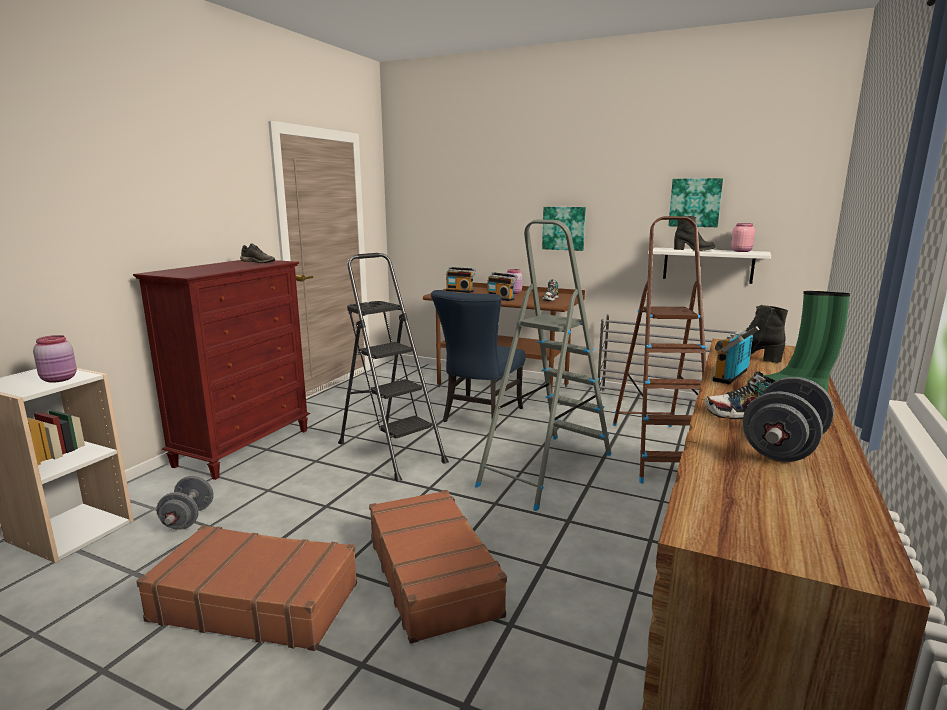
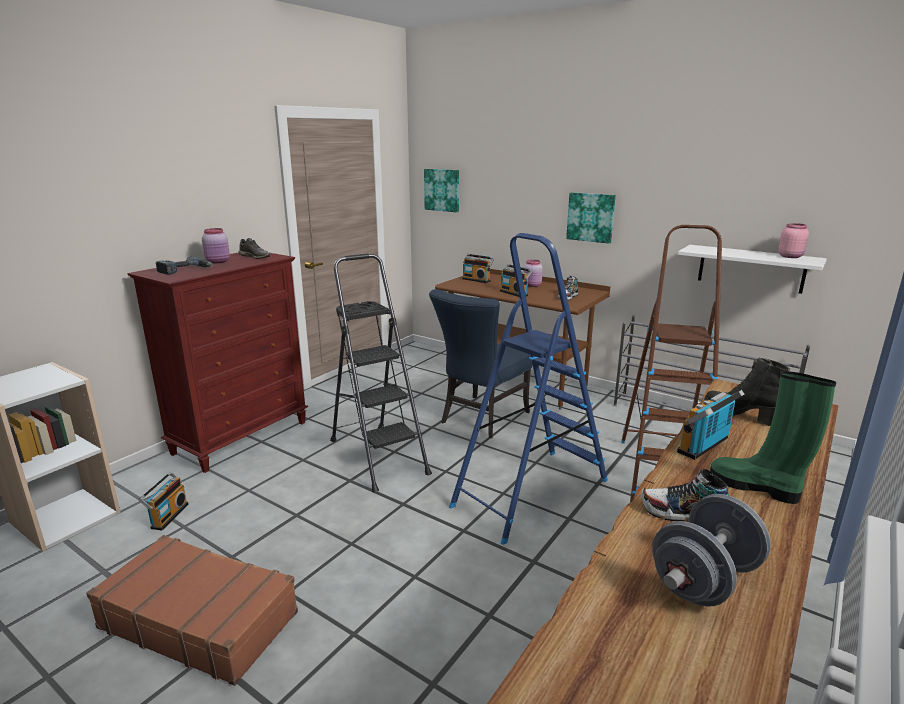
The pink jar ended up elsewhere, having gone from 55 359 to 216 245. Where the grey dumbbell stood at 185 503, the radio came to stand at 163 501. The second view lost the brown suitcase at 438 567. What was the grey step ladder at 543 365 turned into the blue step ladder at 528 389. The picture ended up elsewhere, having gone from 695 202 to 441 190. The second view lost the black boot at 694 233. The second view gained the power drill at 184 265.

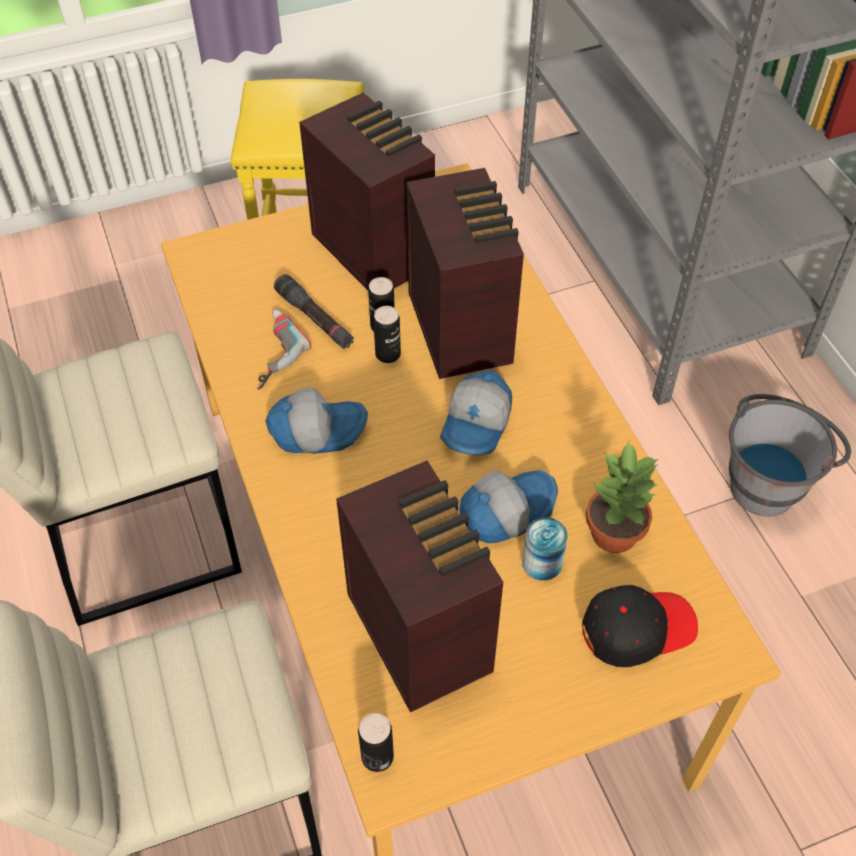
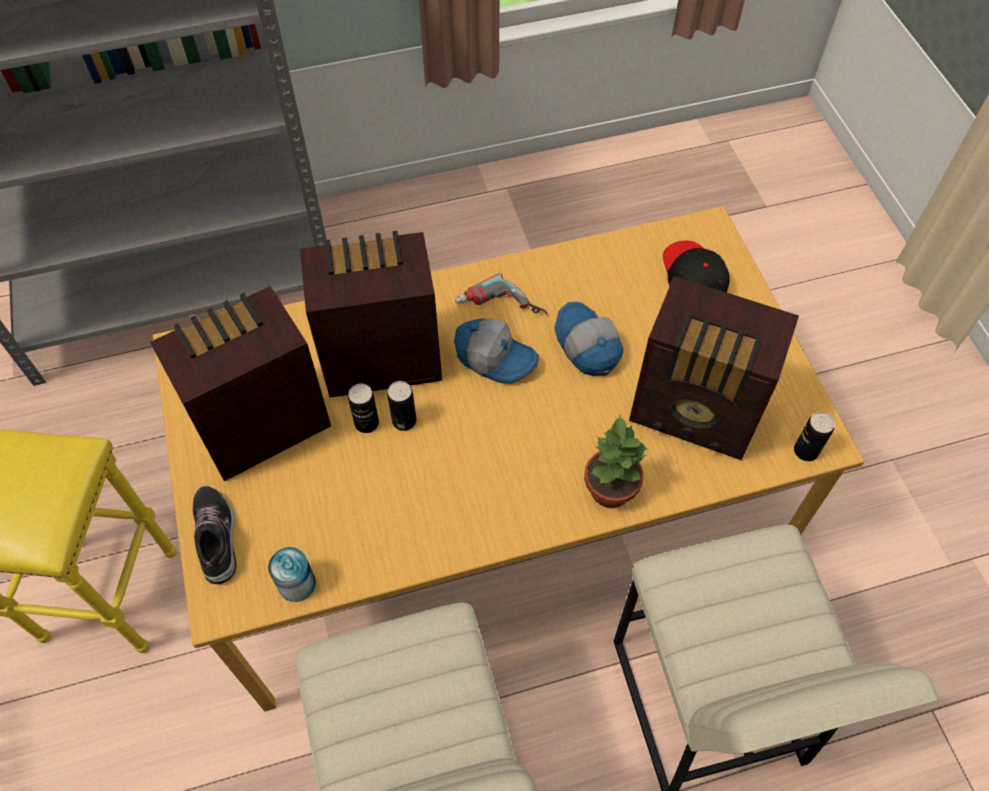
The power drill ended up elsewhere, having gone from 284 349 to 501 293. The second view lost the cap at 316 421. The second view lost the black flashlight at 314 311. The radio at 420 586 ended up facing another way, 135 degrees counterclockwise from before. The can ended up elsewhere, having gone from 545 549 to 292 574. The potted plant ended up elsewhere, having gone from 622 496 to 616 461. The second view lost the grey bucket at 790 455. The second view gained the shoe at 215 535.

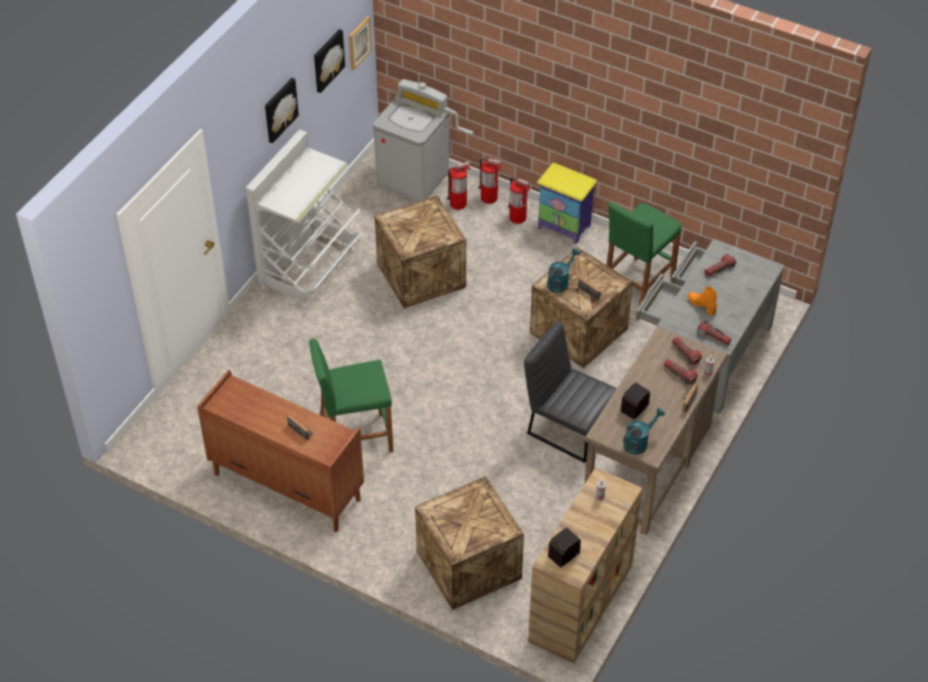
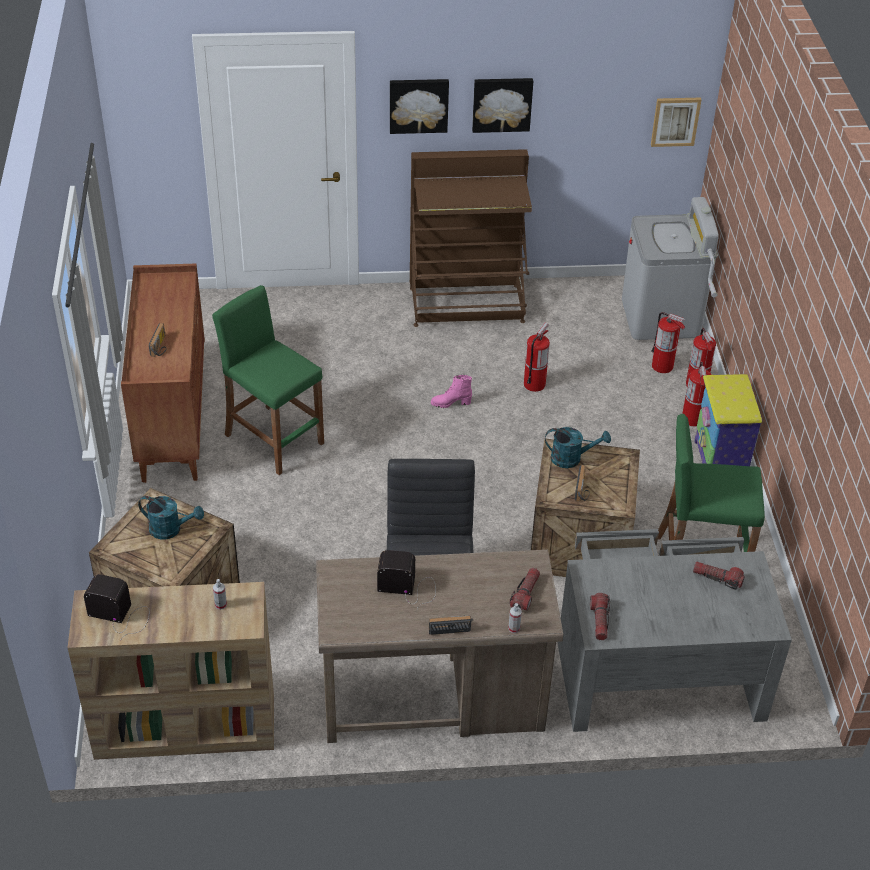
What was the white shoe rack at 303 218 turned into the brown shoe rack at 471 238. The picture ended up elsewhere, having gone from 329 61 to 419 106. Where the crate stood at 420 251, the fire extinguisher came to stand at 537 357. The turquoise watering can ended up elsewhere, having gone from 644 431 to 171 518. The second view lost the flashlight at 681 372. The second view lost the orange boot at 702 301. The second view gained the pink boot at 451 391.

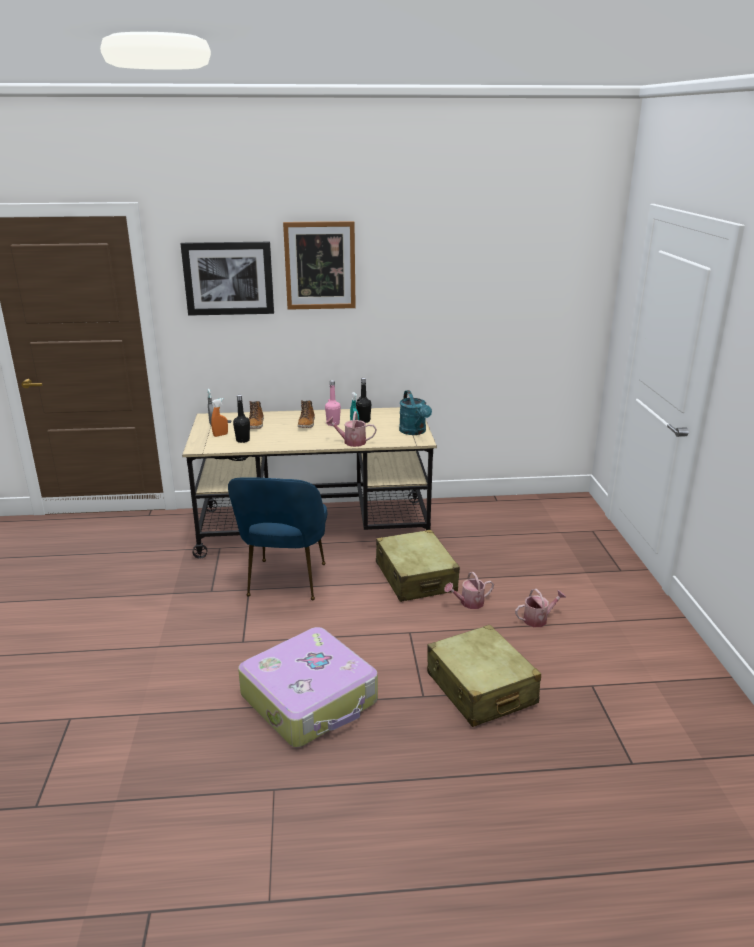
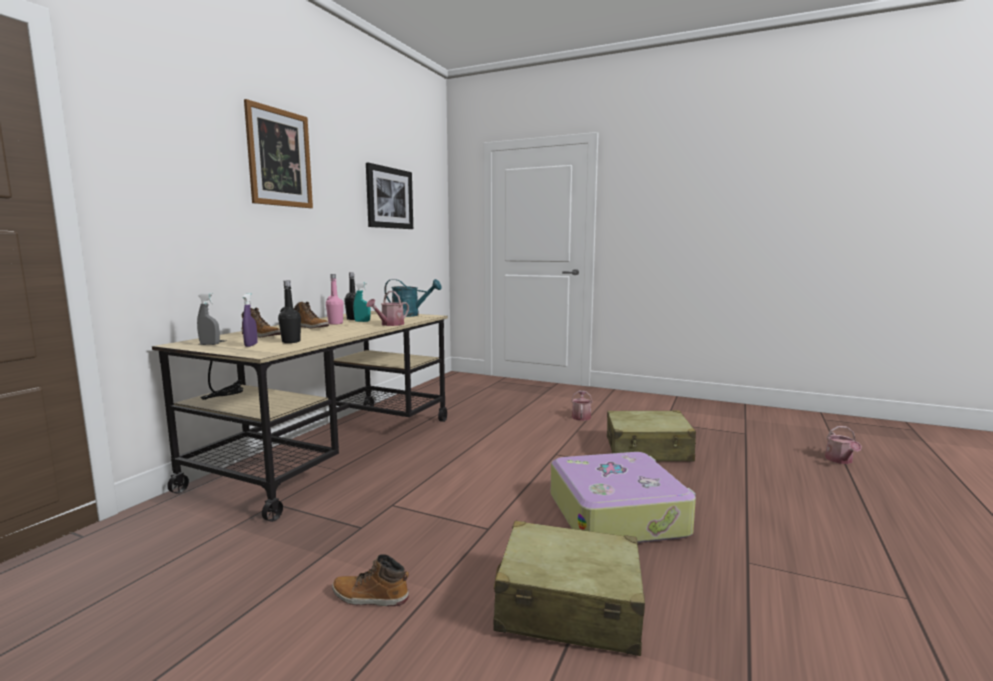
The picture ended up elsewhere, having gone from 227 279 to 389 196. What was the orange spray bottle at 219 417 turned into the purple spray bottle at 250 320. The second view lost the blue chair at 277 538. The beige suitcase ended up elsewhere, having gone from 418 566 to 569 588. The watering can ended up elsewhere, having gone from 469 590 to 843 445. The second view gained the boot at 370 580.

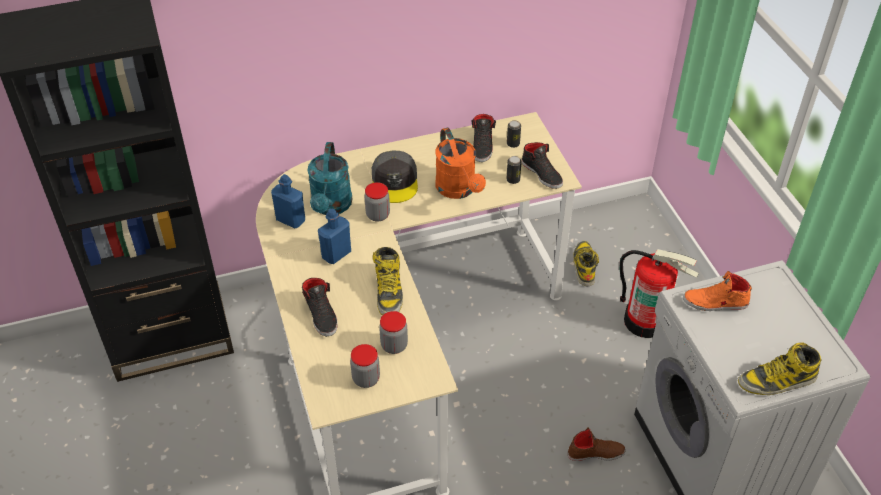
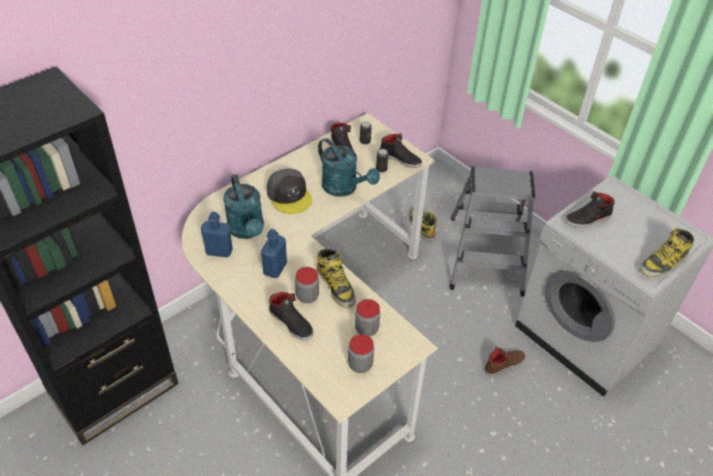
The jar ended up elsewhere, having gone from 377 201 to 307 285. What was the orange watering can at 460 163 turned into the turquoise watering can at 349 167. Where the fire extinguisher stood at 659 293, the grey step ladder came to stand at 492 231. What was the orange shoe at 717 291 turned into the black shoe at 590 209.

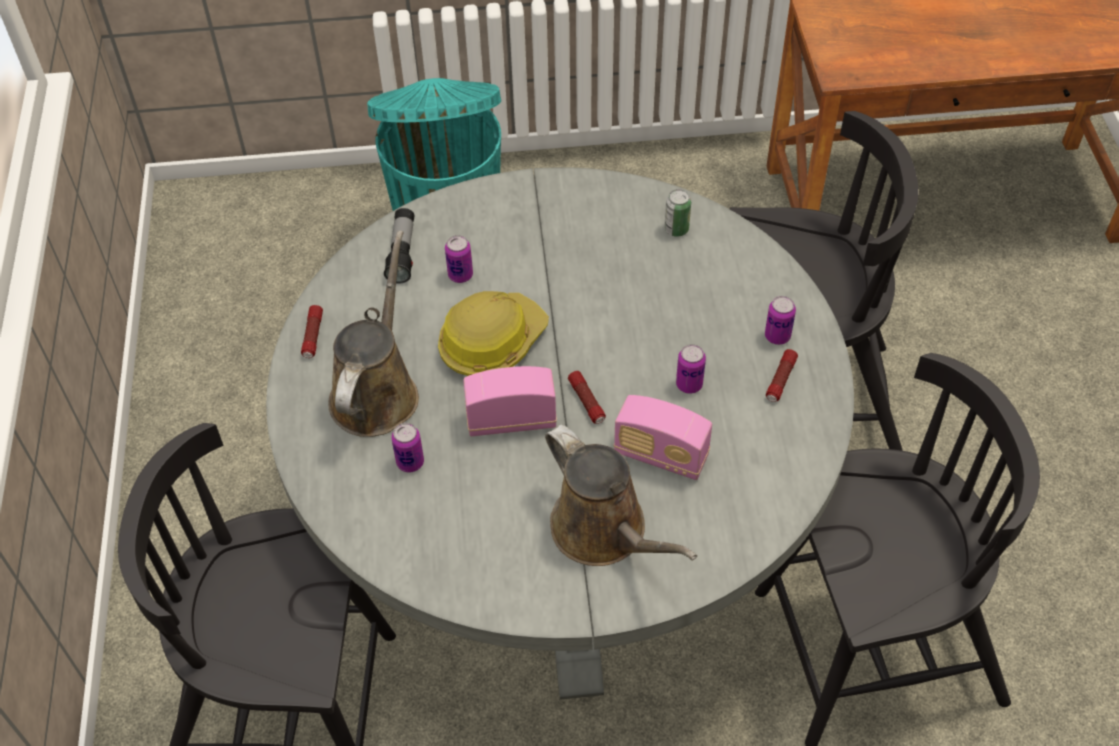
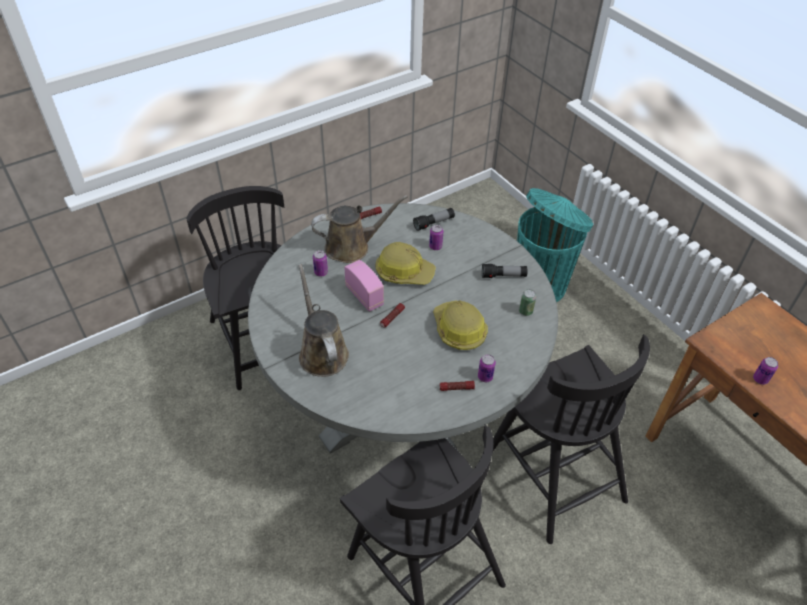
The brown watering can at 621 495 ended up facing another way, 135 degrees clockwise from before. The second view lost the radio at 663 437. The can ended up elsewhere, having gone from 691 369 to 765 371. The second view gained the hard hat at 460 325. The second view gained the flashlight at 504 271.

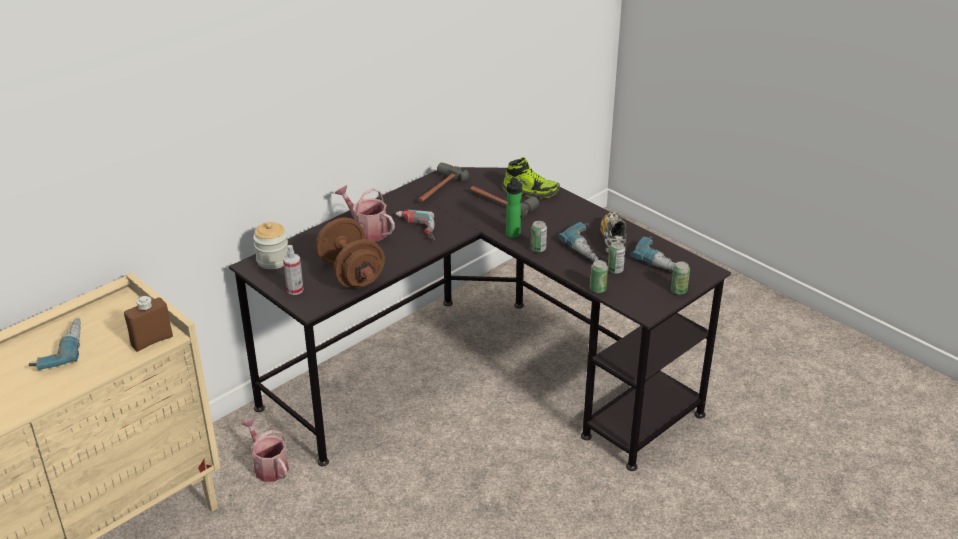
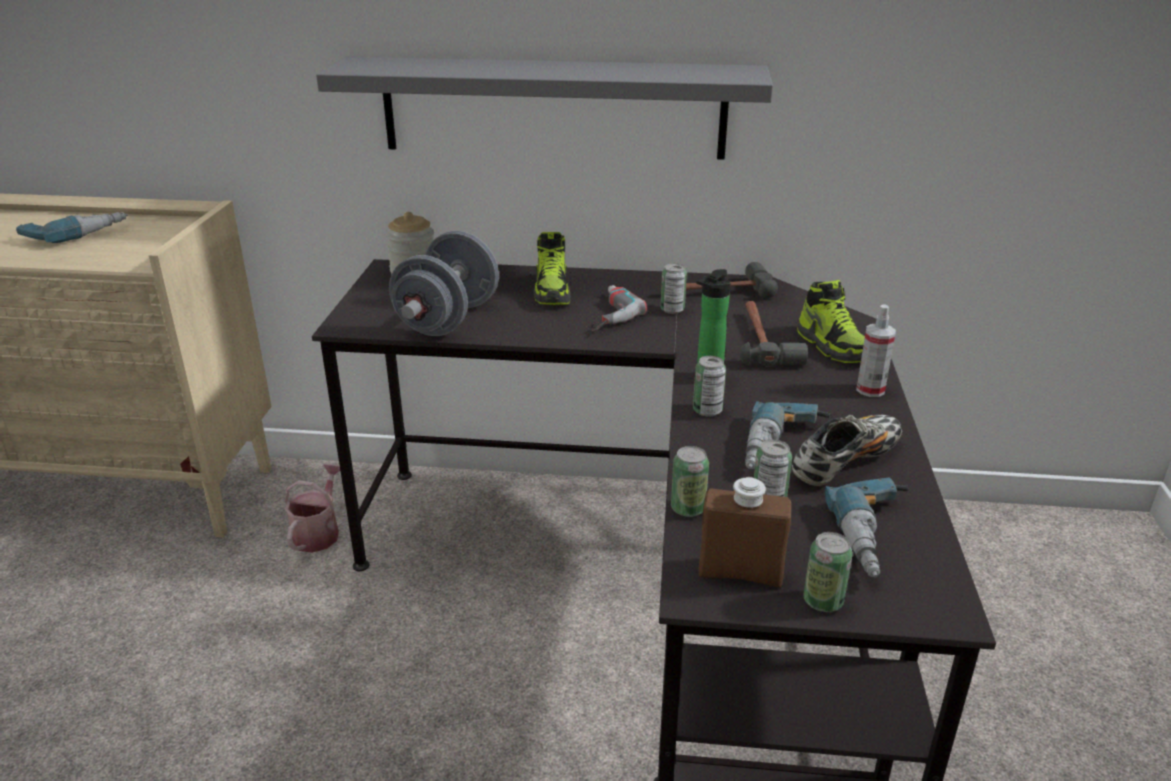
The brown bottle ended up elsewhere, having gone from 148 324 to 744 532. The spray bottle ended up elsewhere, having gone from 293 270 to 876 350. What was the brown dumbbell at 350 253 turned into the grey dumbbell at 444 283. Where the watering can stood at 365 213, the shoe came to stand at 552 268. The second view gained the grey shelf at 544 108. The second view gained the can at 673 288.

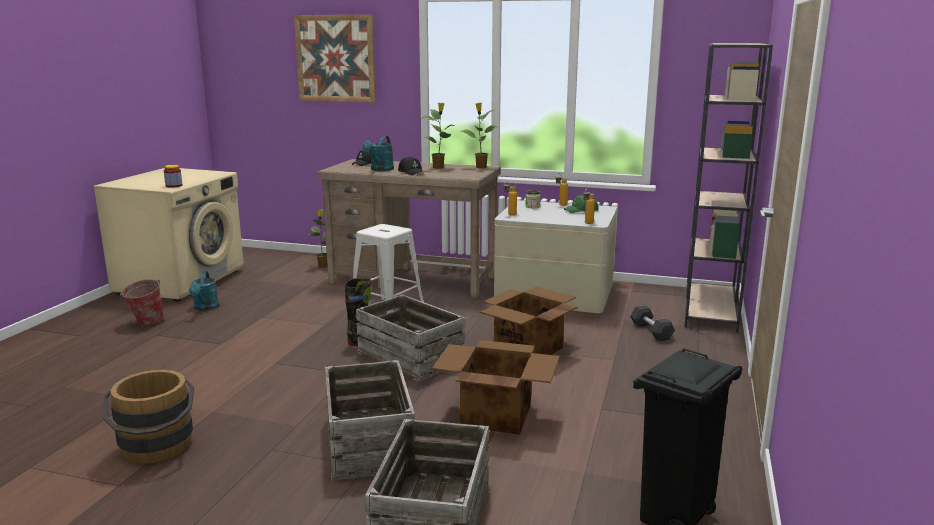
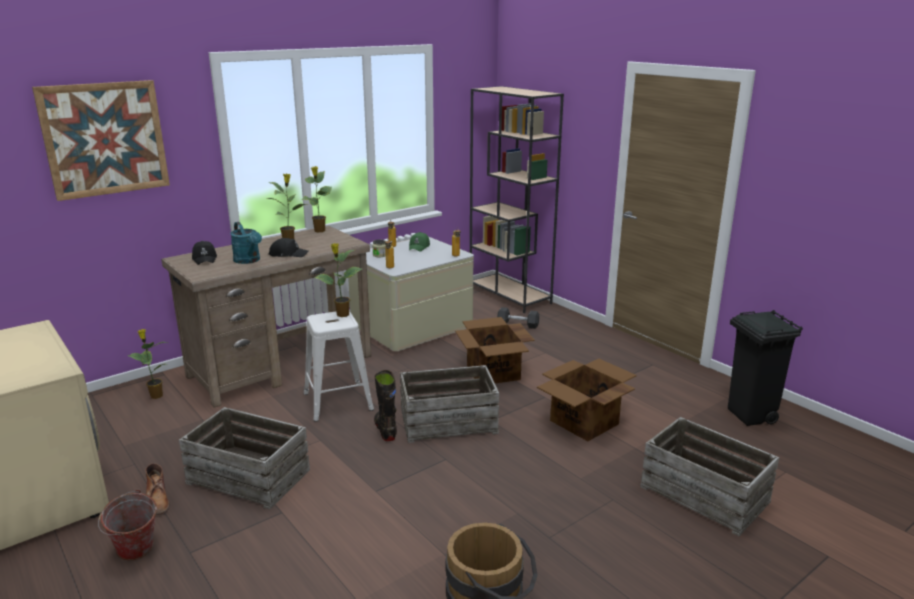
The second view lost the jar at 173 176. Where the turquoise watering can stood at 204 291, the brown boot came to stand at 158 489. The crate ended up elsewhere, having gone from 370 420 to 244 458. The second view gained the potted plant at 338 280.

